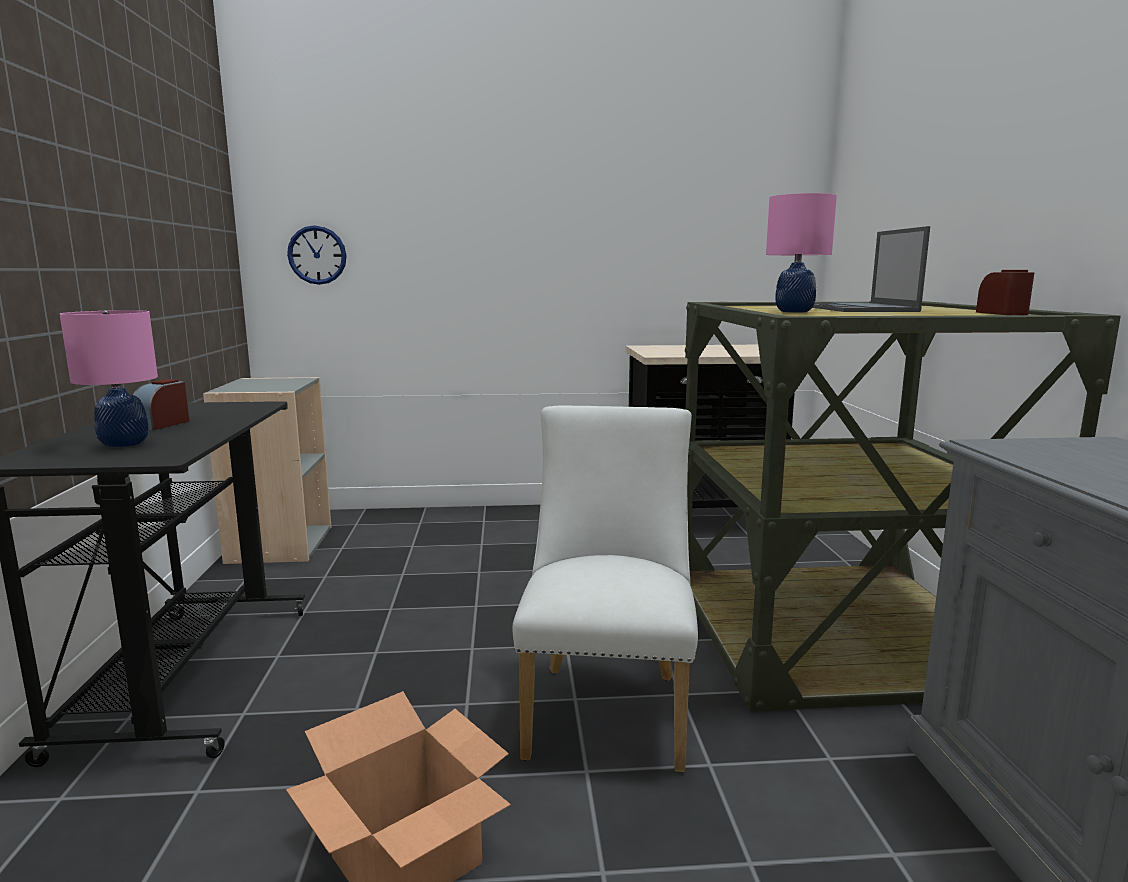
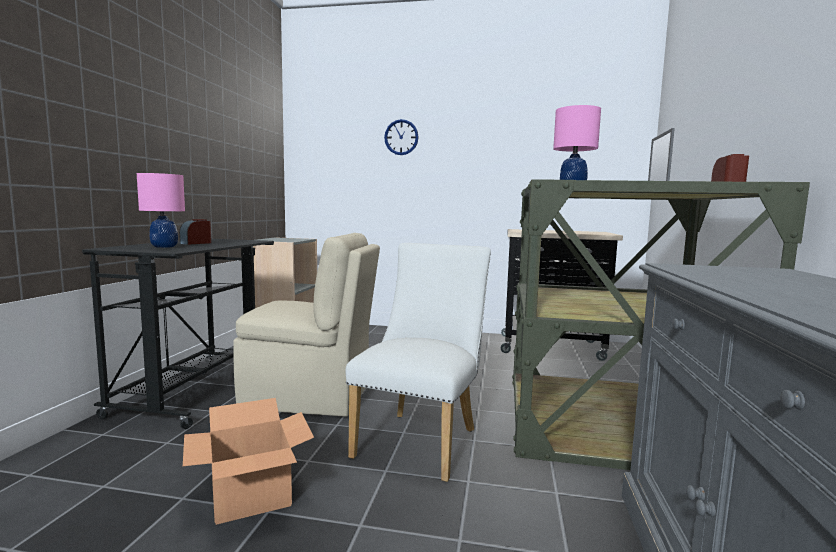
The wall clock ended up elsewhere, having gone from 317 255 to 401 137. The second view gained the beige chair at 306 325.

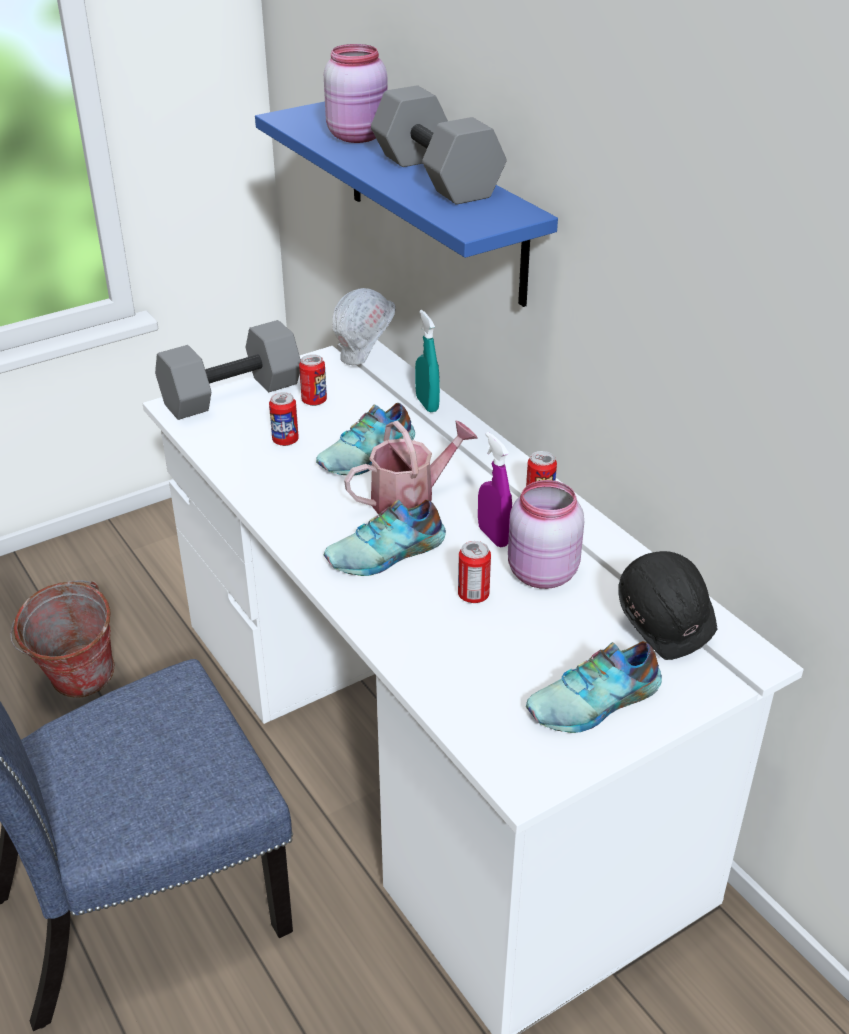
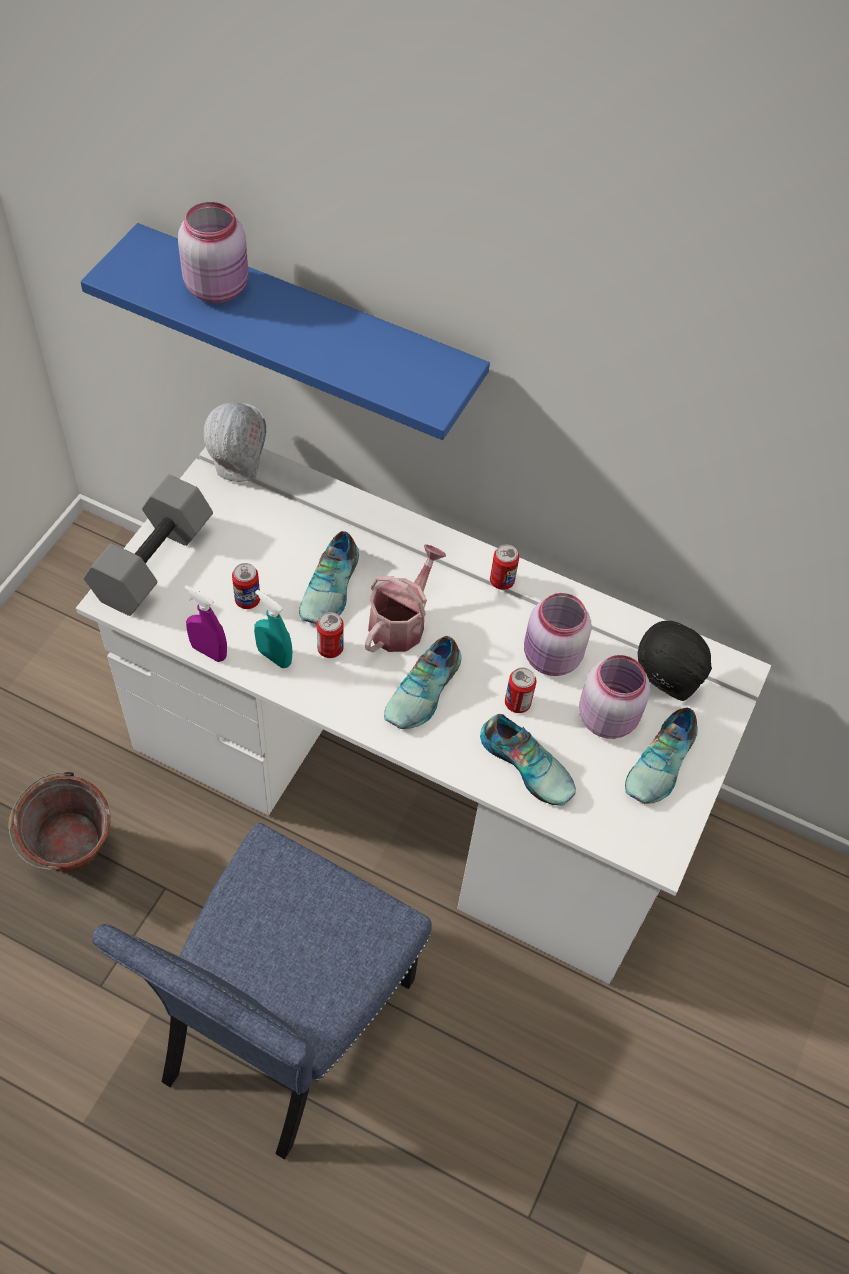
The can ended up elsewhere, having gone from 313 380 to 330 635. The second view lost the grey dumbbell at 438 145. The turquoise spray bottle ended up elsewhere, having gone from 427 361 to 273 629. The purple spray bottle ended up elsewhere, having gone from 495 489 to 205 623. The second view gained the shoe at 528 760. The second view gained the pink jar at 614 697.

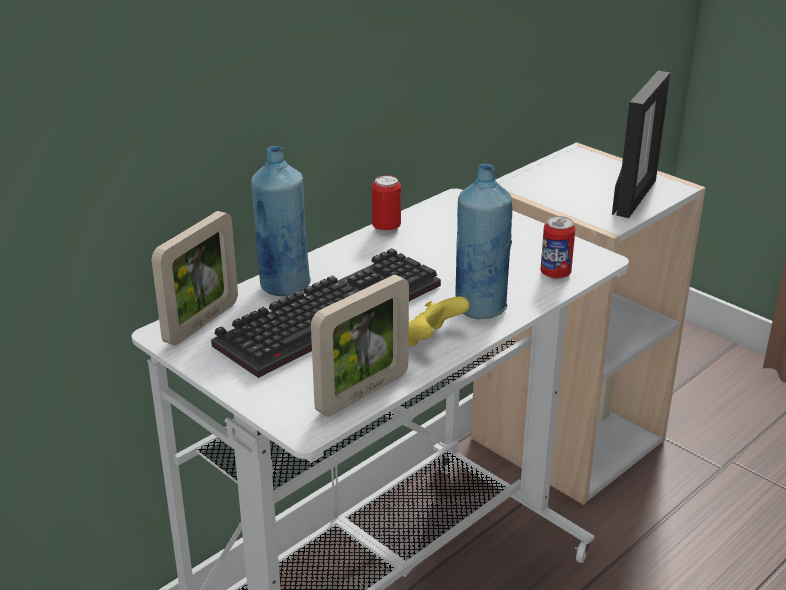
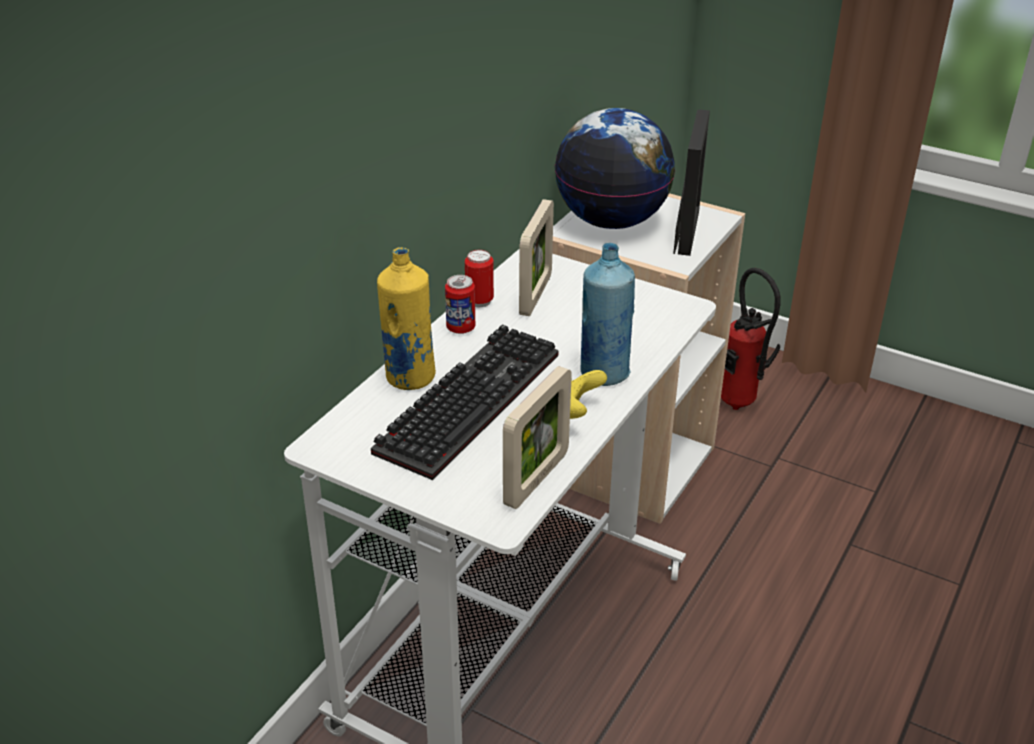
The picture frame ended up elsewhere, having gone from 195 278 to 536 257. What was the blue bottle at 281 221 turned into the yellow bottle at 406 318. The can ended up elsewhere, having gone from 557 247 to 460 304. The second view gained the globe at 615 168. The second view gained the fire extinguisher at 750 339.

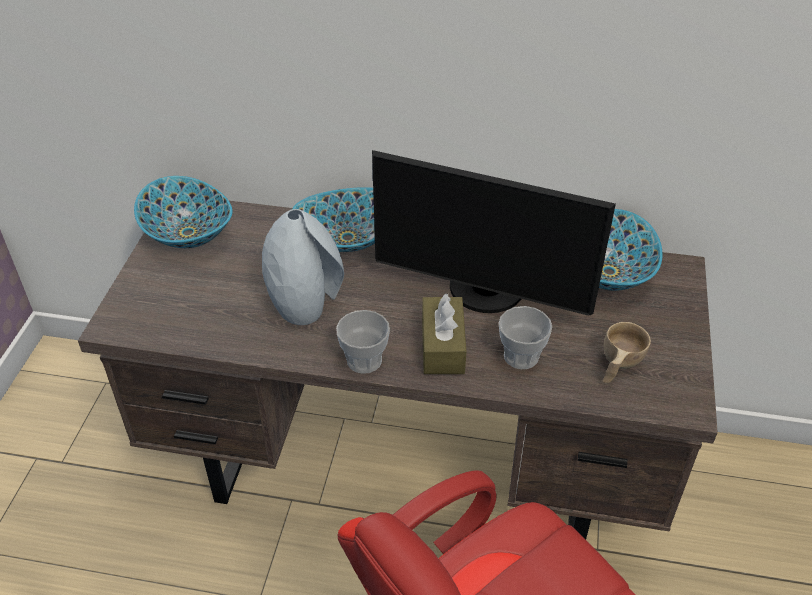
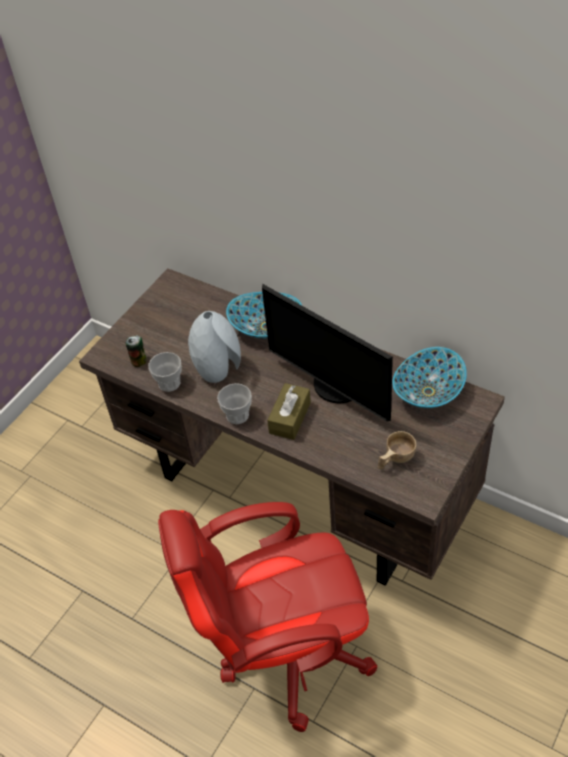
The second view lost the bowl at 183 212. The cup ended up elsewhere, having gone from 525 337 to 165 372. The second view gained the can at 136 351.

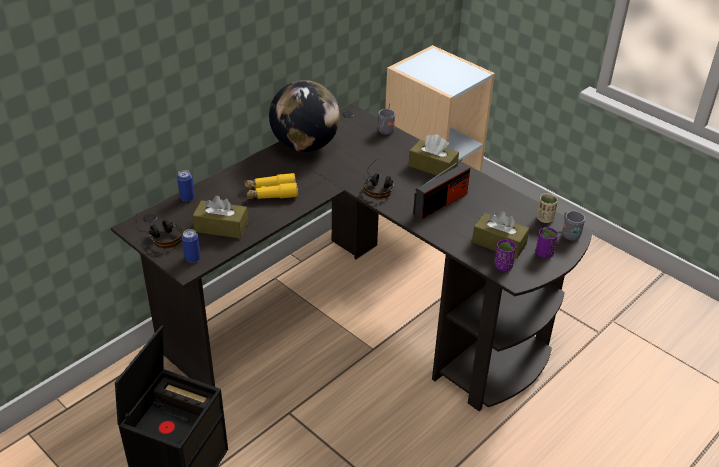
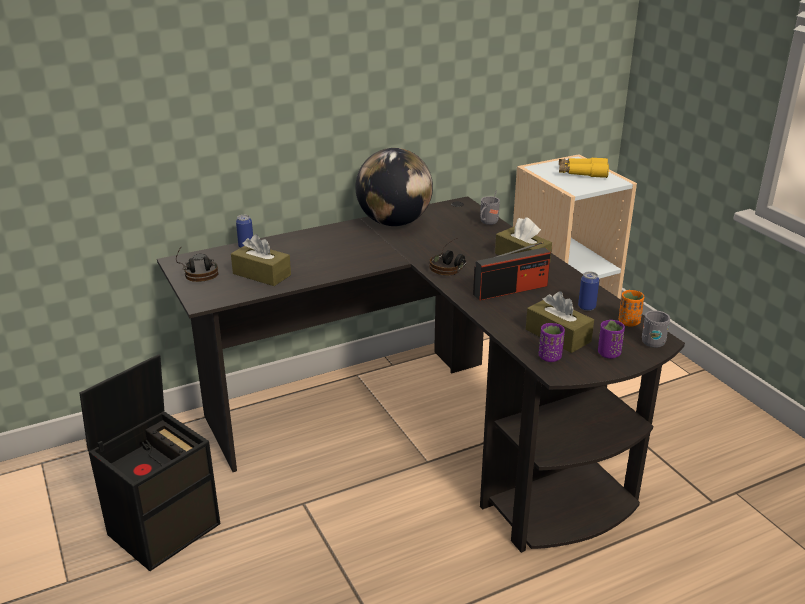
The can ended up elsewhere, having gone from 191 246 to 588 291. The yellow binoculars ended up elsewhere, having gone from 271 186 to 584 168. What was the beige cup at 547 208 turned into the orange cup at 631 308.

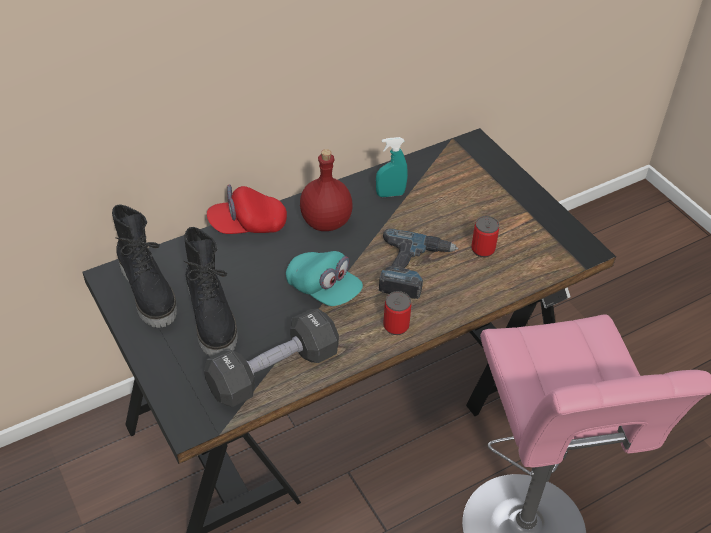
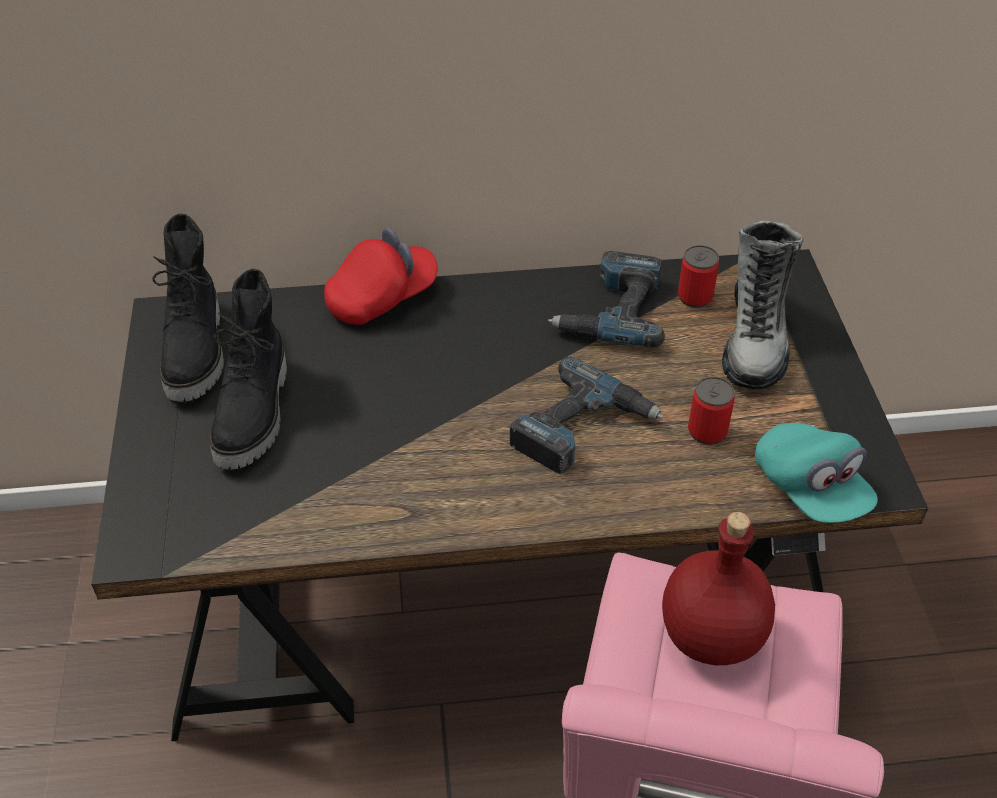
The second view lost the black dumbbell at 271 358. The red cap at 247 209 ended up facing another way, 135 degrees clockwise from before. The turquoise cap ended up elsewhere, having gone from 324 278 to 816 473. The red bottle ended up elsewhere, having gone from 326 190 to 718 588. Where the turquoise spray bottle stood at 392 167, the power drill came to stand at 606 299. The can ended up elsewhere, having gone from 397 313 to 698 276. The second view gained the boot at 762 304.

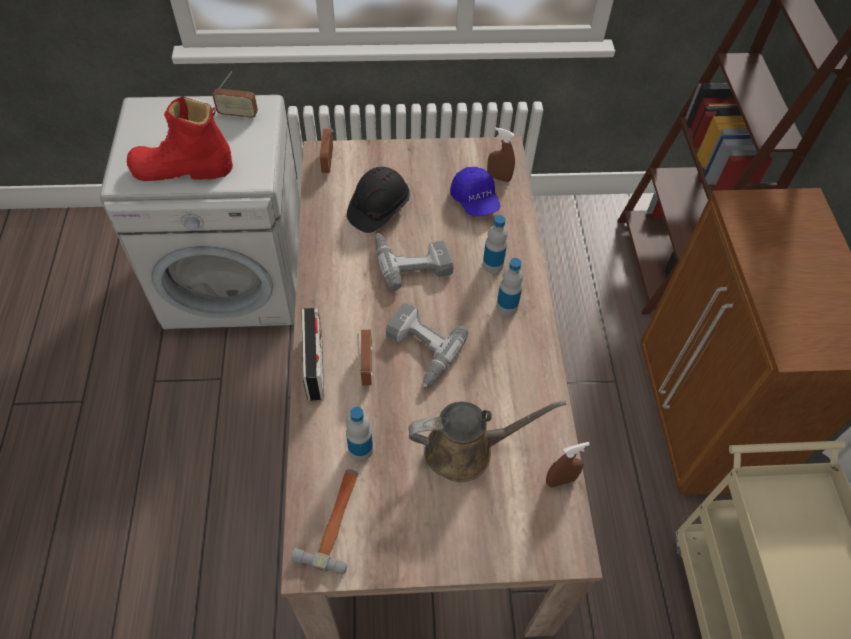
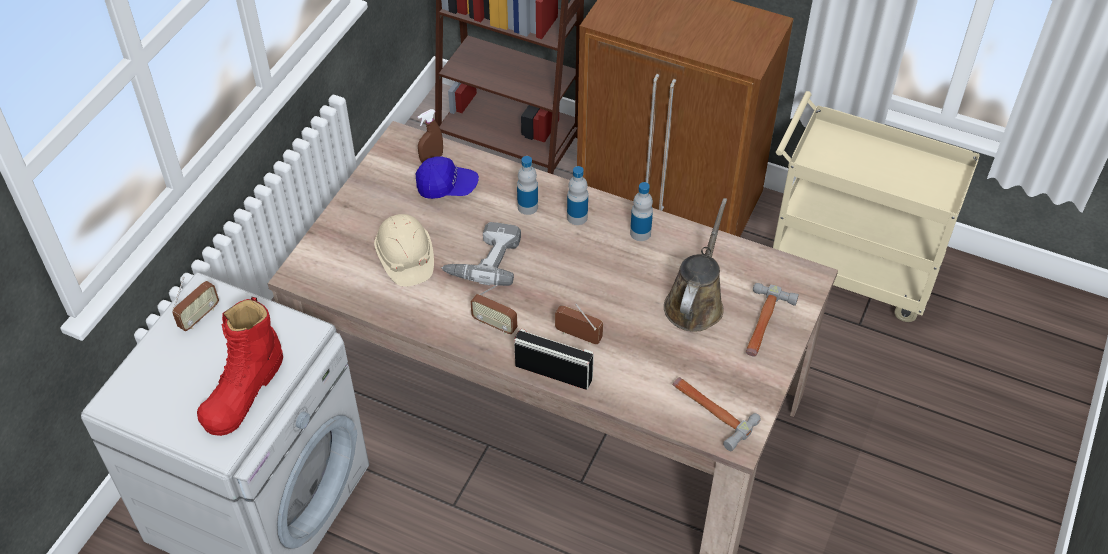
The radio ended up elsewhere, having gone from 326 148 to 493 310. The bottle ended up elsewhere, having gone from 359 434 to 641 211. What was the black hard hat at 378 200 turned into the beige hard hat at 404 250. The second view lost the power drill at 427 345. The second view lost the brown spray bottle at 568 464. The second view gained the hammer at 772 320.

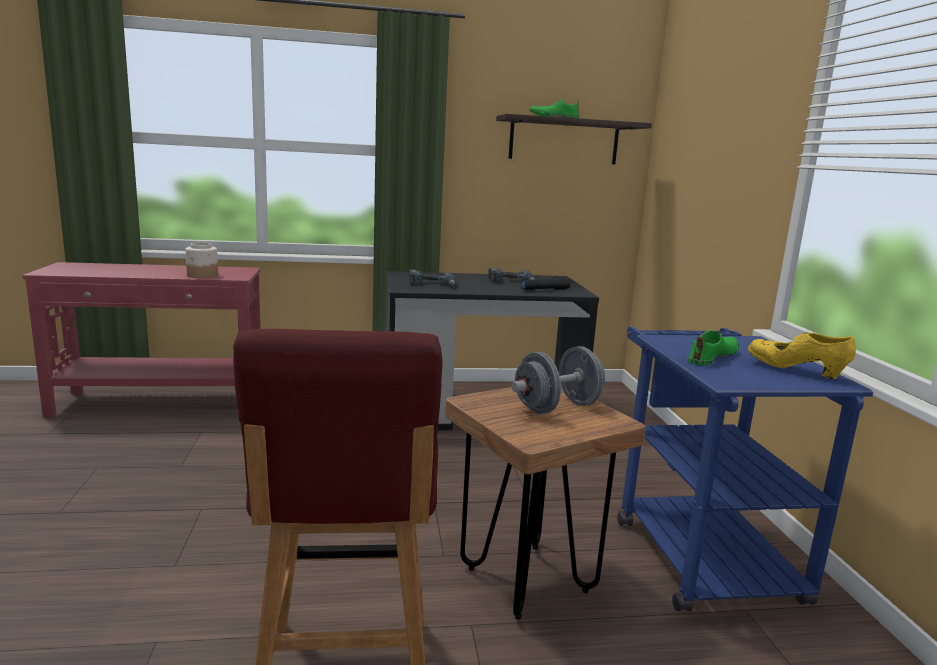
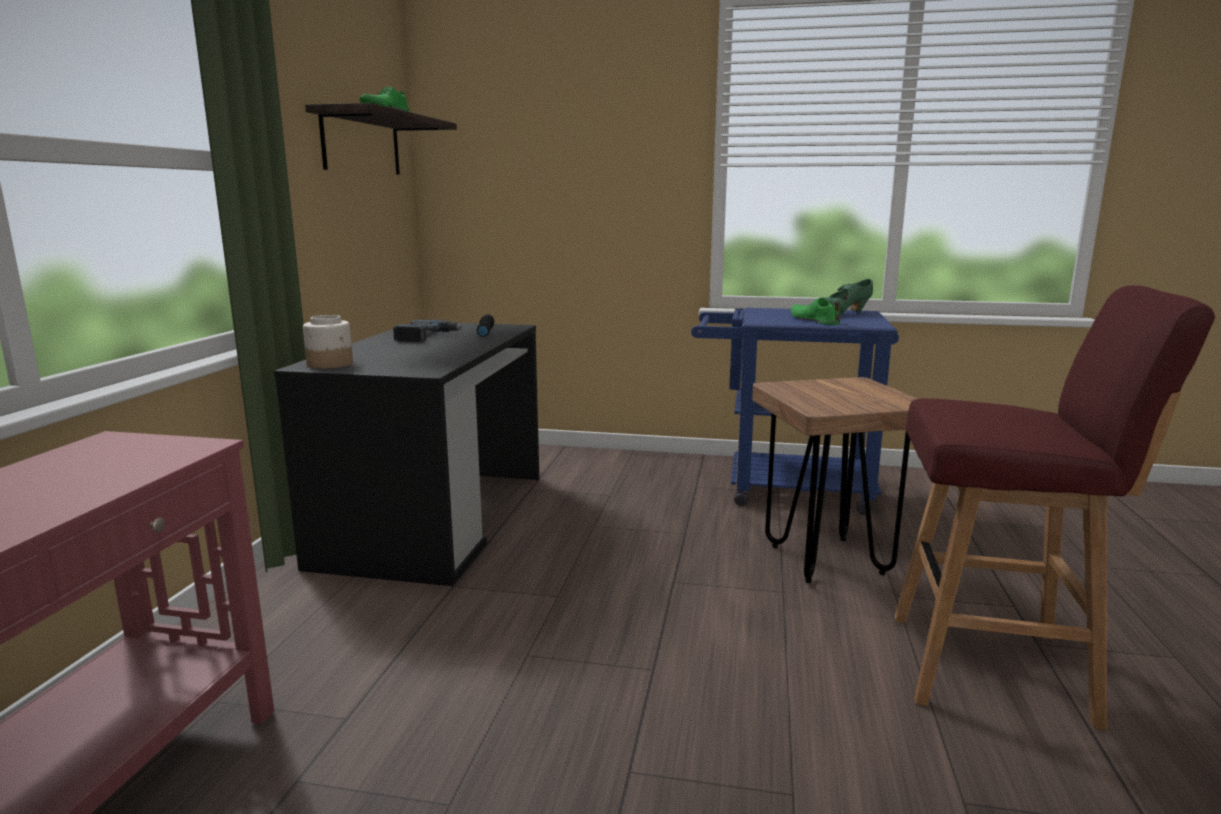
The jar ended up elsewhere, having gone from 201 260 to 328 342. The second view lost the power drill at 432 277. The second view lost the grey dumbbell at 558 380. What was the yellow shoe at 802 355 turned into the green shoe at 848 296.

